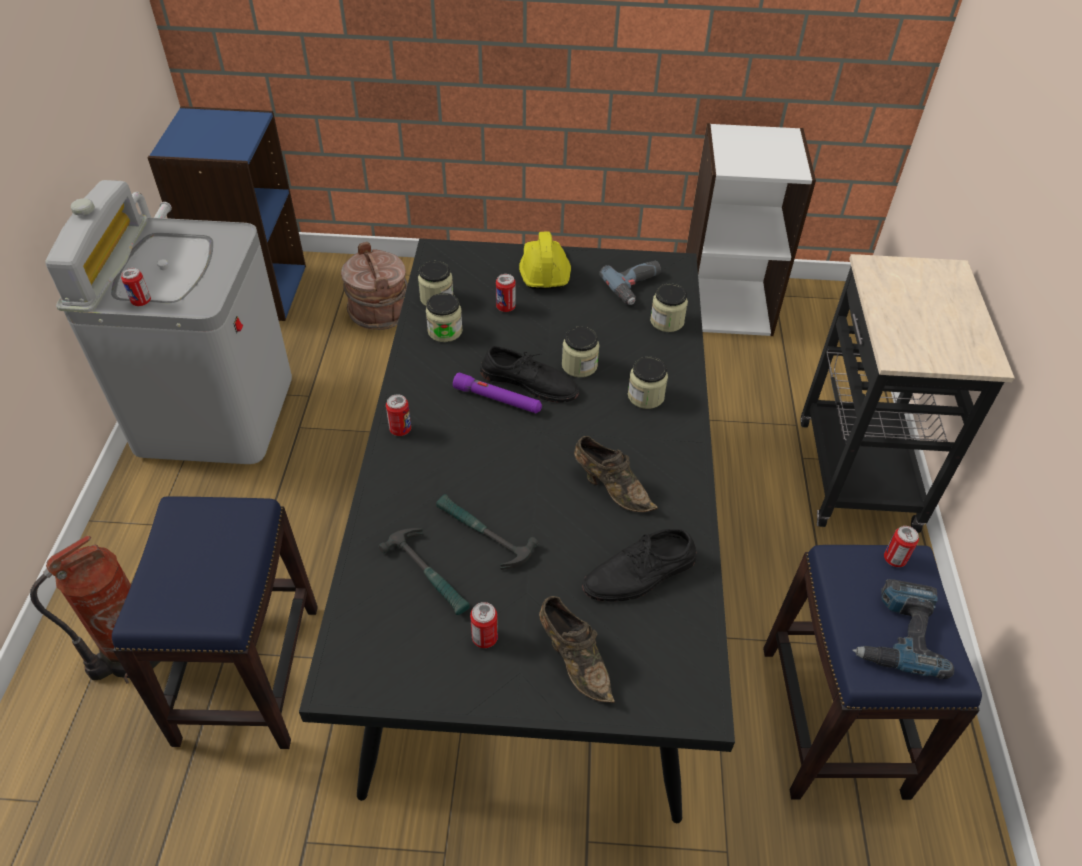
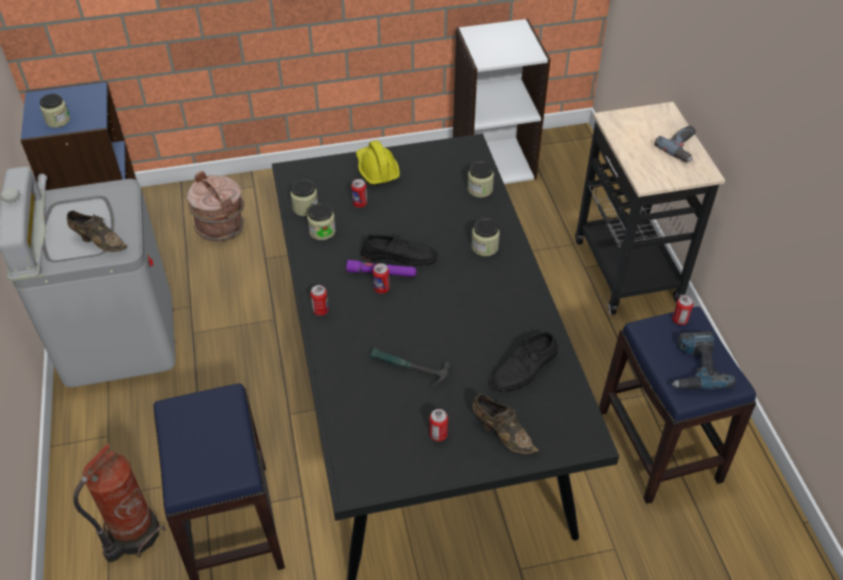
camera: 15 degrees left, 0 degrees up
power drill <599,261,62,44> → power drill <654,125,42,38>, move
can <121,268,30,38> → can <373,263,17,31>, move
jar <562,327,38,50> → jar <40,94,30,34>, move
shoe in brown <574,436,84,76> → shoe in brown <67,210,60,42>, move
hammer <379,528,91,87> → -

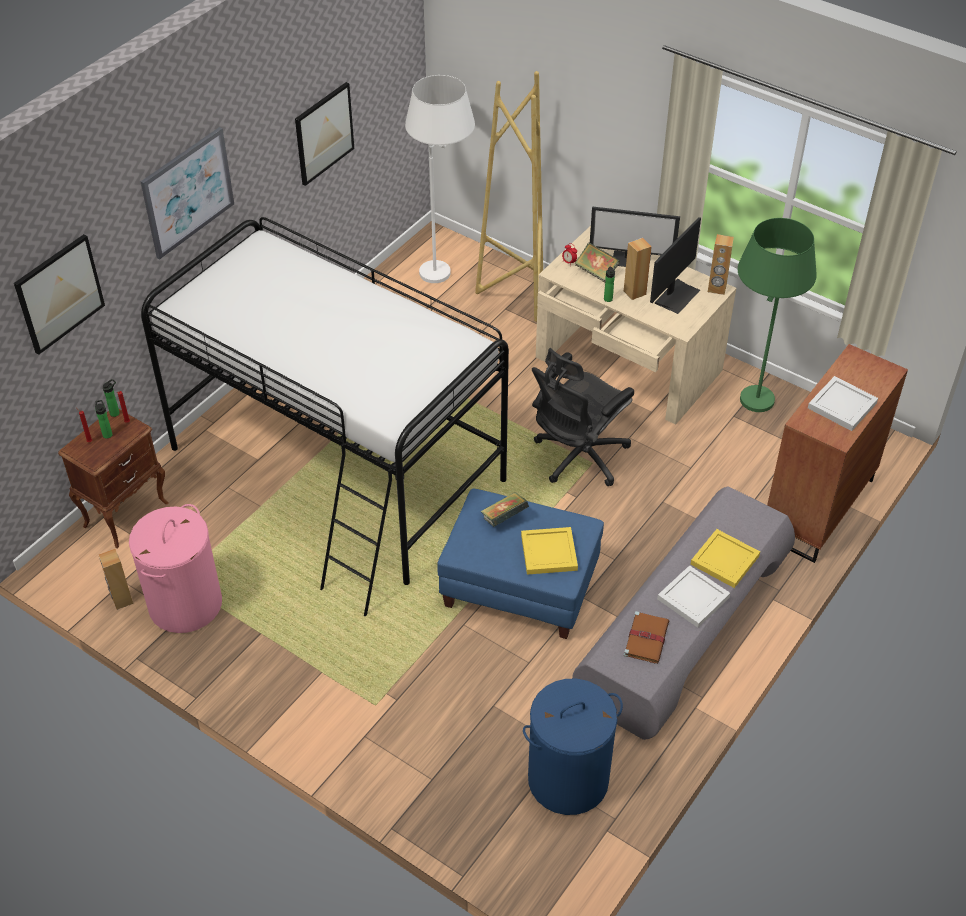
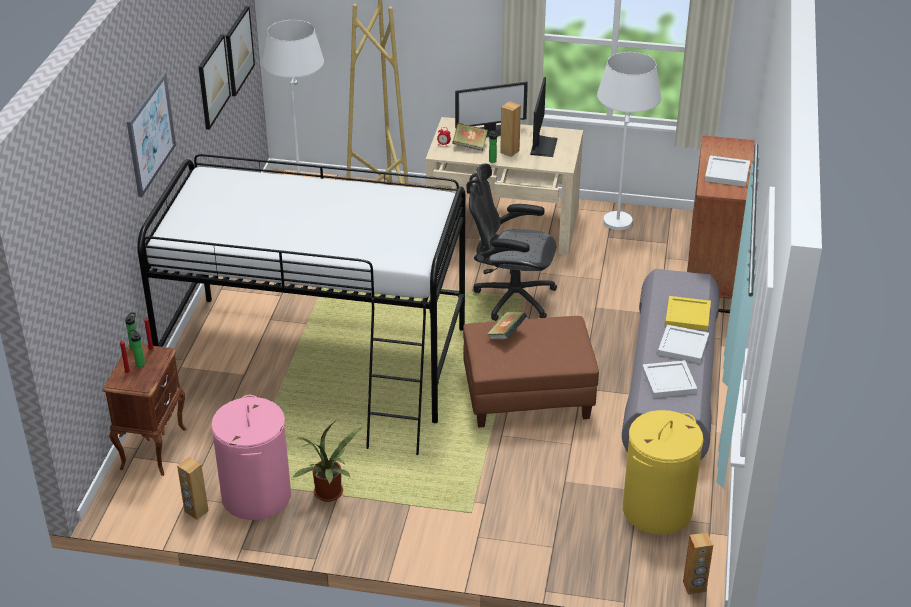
camera: 25 degrees left, 10 degrees down
floor lamp in green <738,218,79,194> → floor lamp in white <597,52,64,178>
picture <14,234,91,121> → picture <226,6,29,90>, move
speaker in brown <708,234,26,61> → speaker in brown <683,533,30,62>, move
office chair <532,348,102,138> → office chair <466,163,91,158>, 90 degrees clockwise
ottoman in blue <437,489,167,150> → ottoman in brown <463,316,136,112>
tray in yellow <521,527,57,48> → -
book in brown <623,611,46,53> → tray in white <642,360,55,38>
laundry basket in blue <523,679,100,136> → laundry basket in yellow <623,410,80,125>
- → potted plant <292,421,71,81>

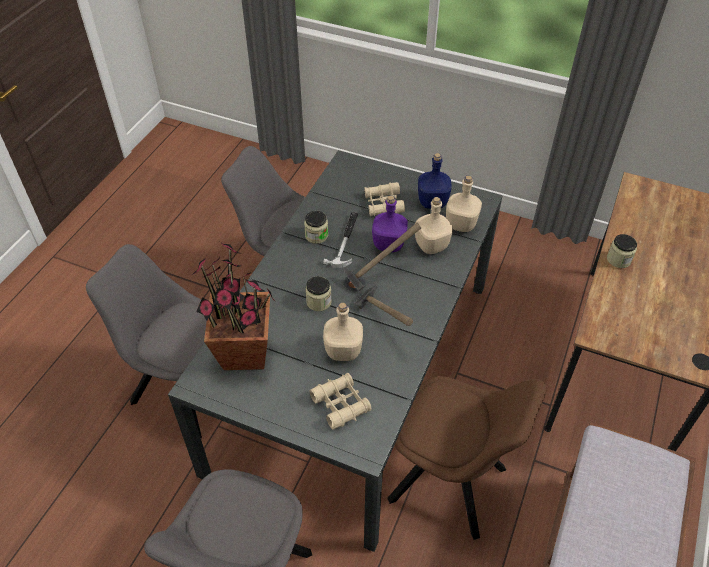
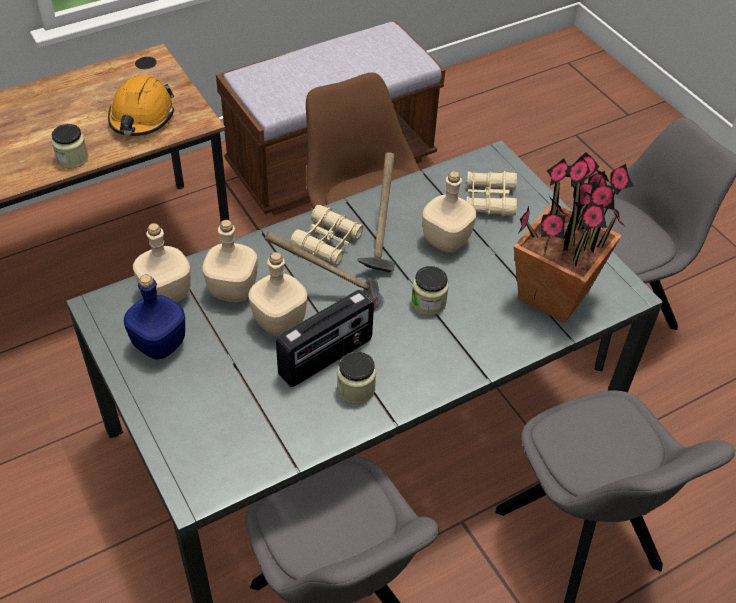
camera: 145 degrees left, 0 degrees up
binoculars in beige <364,182,41,34> → binoculars in beige <290,205,73,61>, move
bottle in purple <372,195,36,57> → bottle in beige <249,252,58,84>
hammer <323,212,35,56> → radio <276,290,98,97>
- → hard hat in orange <108,75,66,61>

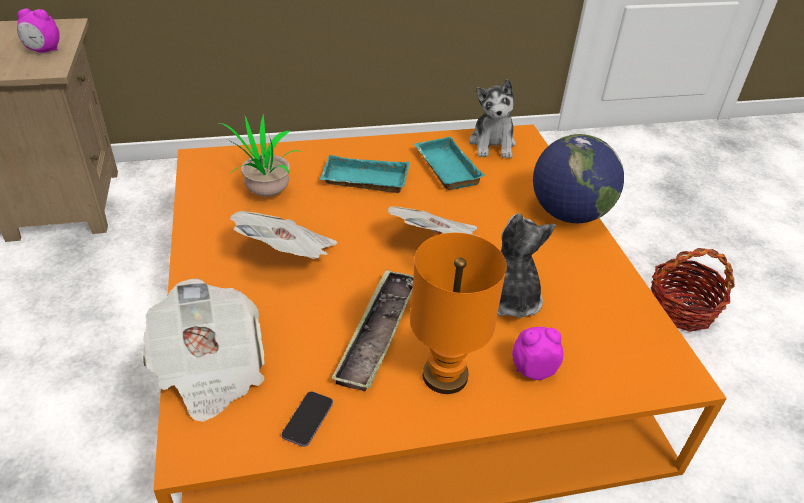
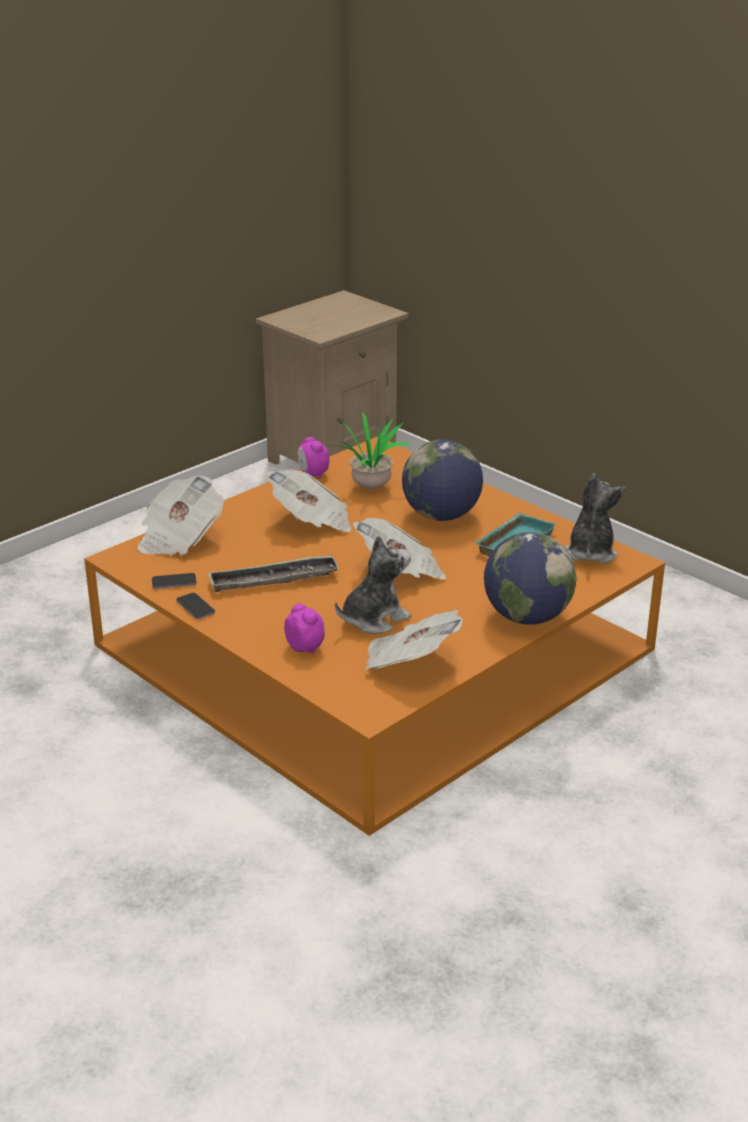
camera: 60 degrees right, 10 degrees down
alarm clock <17,9,43,44> → alarm clock <298,437,31,41>, move
plush toy <469,79,47,80> → plush toy <565,473,60,91>, 135 degrees clockwise
tray in turquoise <320,155,90,38> → globe <402,439,81,82>
table lamp in orange <410,233,97,161> → -
basket <651,248,84,84> → -
- → phone <177,593,38,26>
- → newspaper <365,610,98,60>

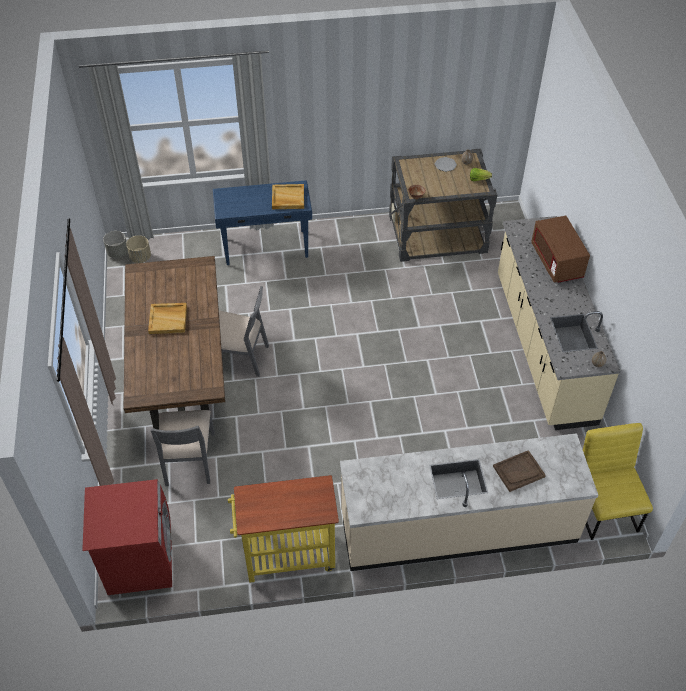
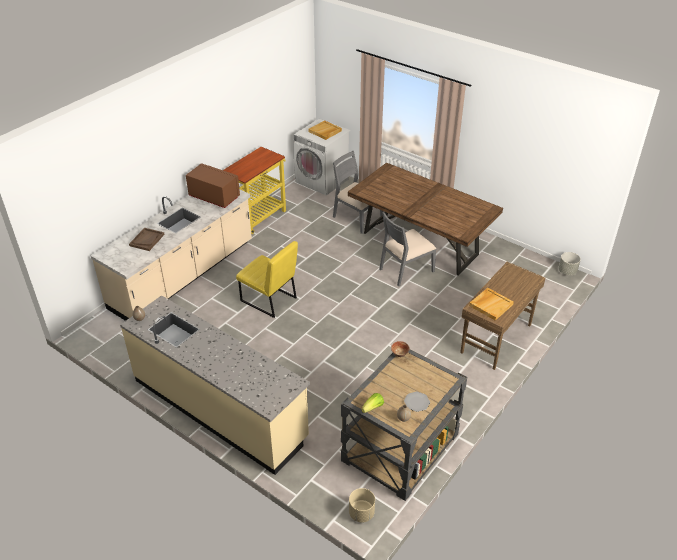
camera: 135 degrees right, 10 degrees down
console table in blue <213,180,99,85> → console table in brown <460,262,85,108>
microwave in brown <531,216,59,67> → microwave in brown <186,163,54,45>, move
planter in beige <126,235,25,28> → planter in beige <349,488,26,34>, move
tray in beige <148,303,39,31> → tray in beige <308,120,34,20>, move
chair in yellow <583,423,70,117> → chair in yellow <236,241,62,77>, move
washing machine in red <82,479,90,116> → washing machine in white <294,118,57,77>

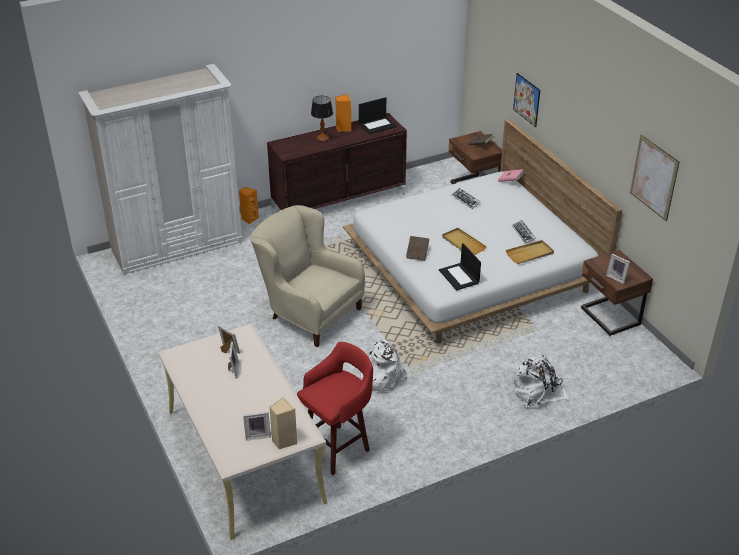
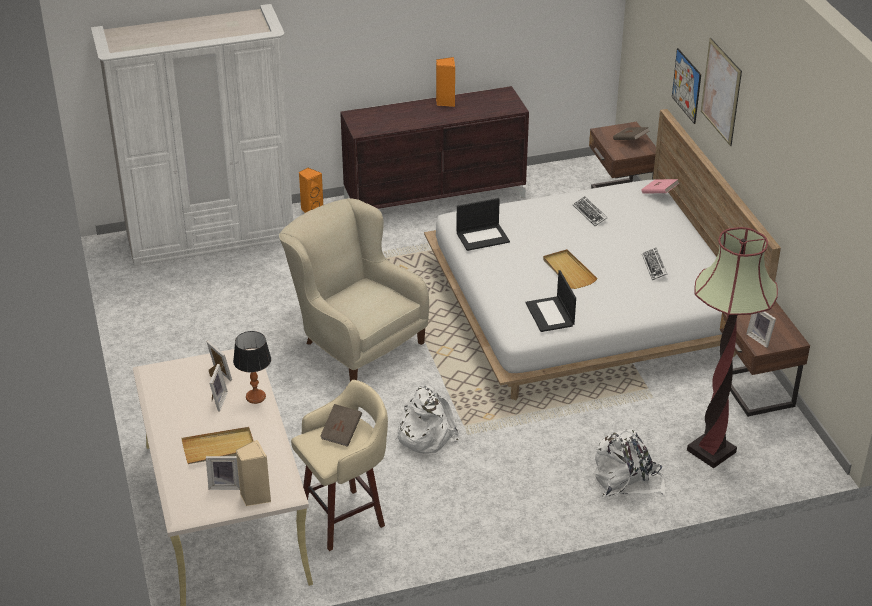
camera: 10 degrees right, 0 degrees up
table lamp <311,96,22,45> → table lamp <233,331,38,73>, move
laptop <359,97,38,37> → laptop <456,198,54,53>, move
picture <630,135,49,86> → picture <701,38,41,108>, move
book in brown <406,236,23,25> → book in brown <320,404,42,43>, move
tray in beige <506,240,48,24> → tray in beige <181,427,73,37>, move
stool in red <297,342,76,133> → stool in beige <291,380,97,171>
- → floor lamp <687,227,91,241>

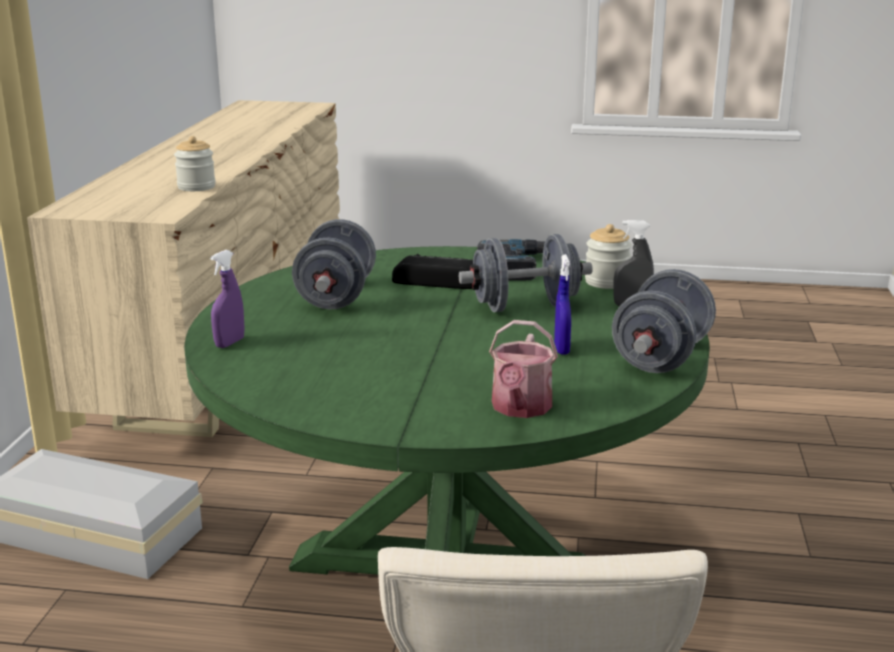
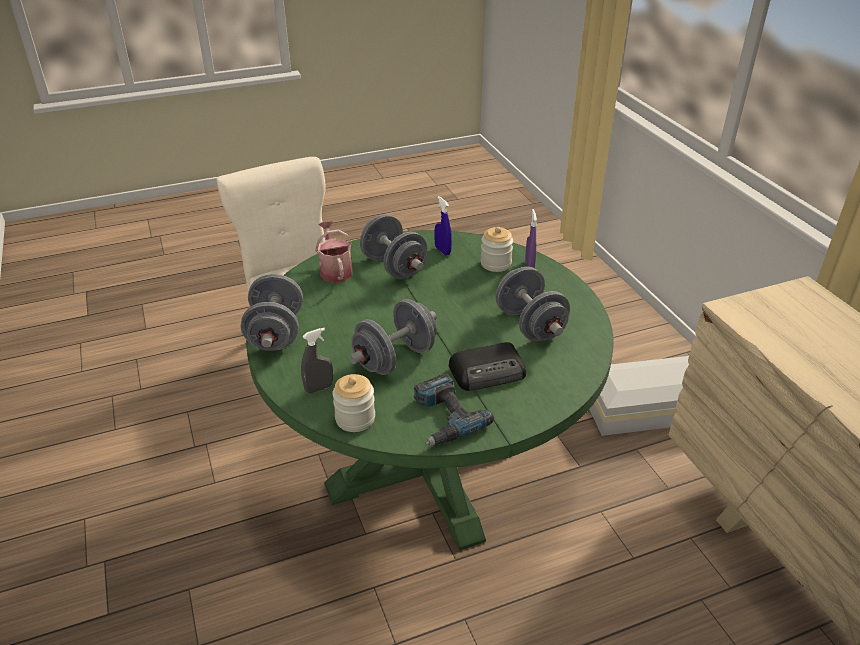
camera: 150 degrees right, 15 degrees up
jar <174,136,42,55> → jar <481,227,32,45>, move
spray bottle in blue <554,254,17,100> → spray bottle in blue <434,196,18,60>, move
- → dumbbell in grey <360,214,67,65>

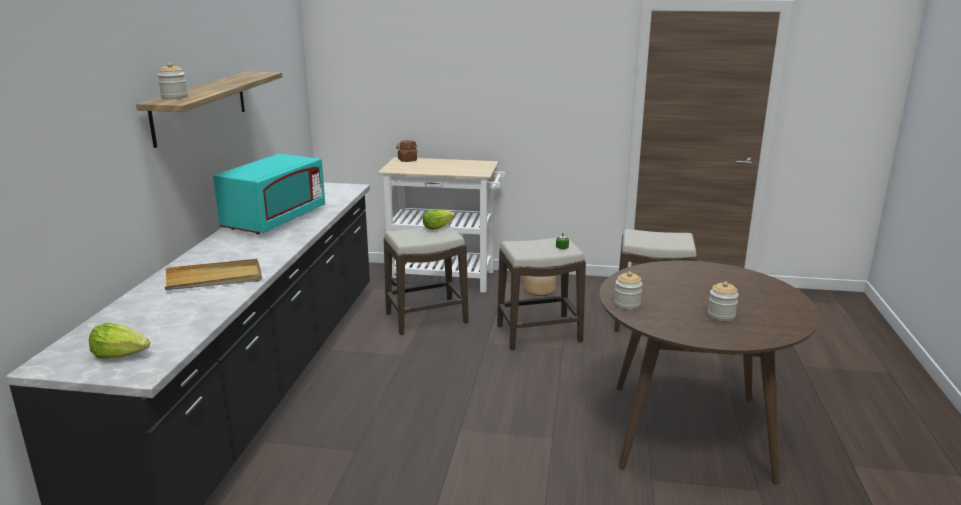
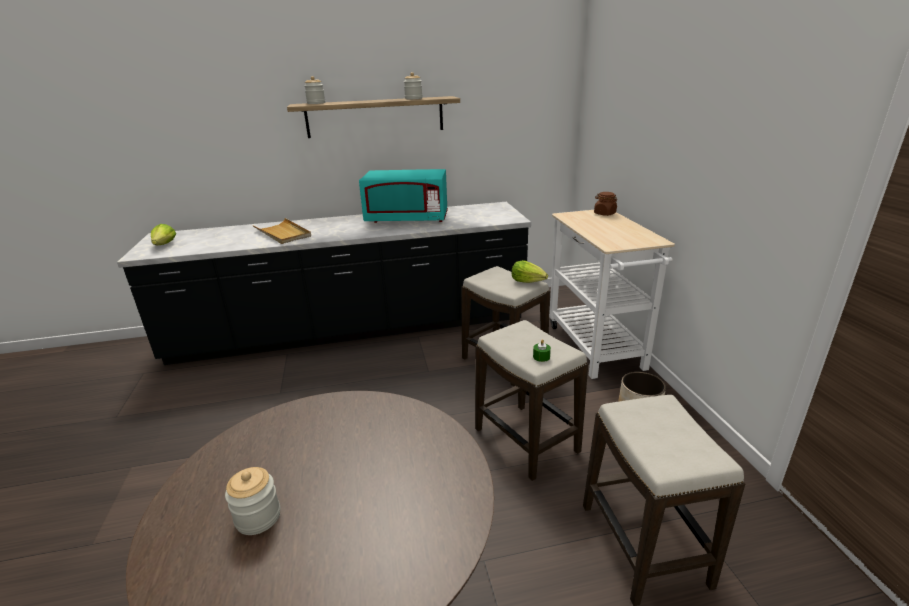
camera: 70 degrees right, 5 degrees up
jar <614,271,29,39> → jar <404,72,19,27>, move

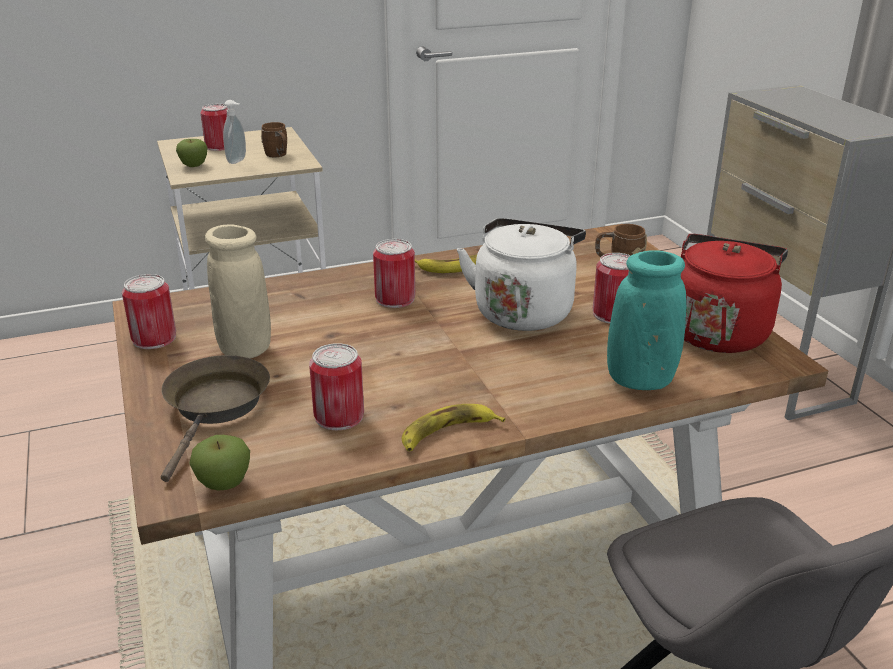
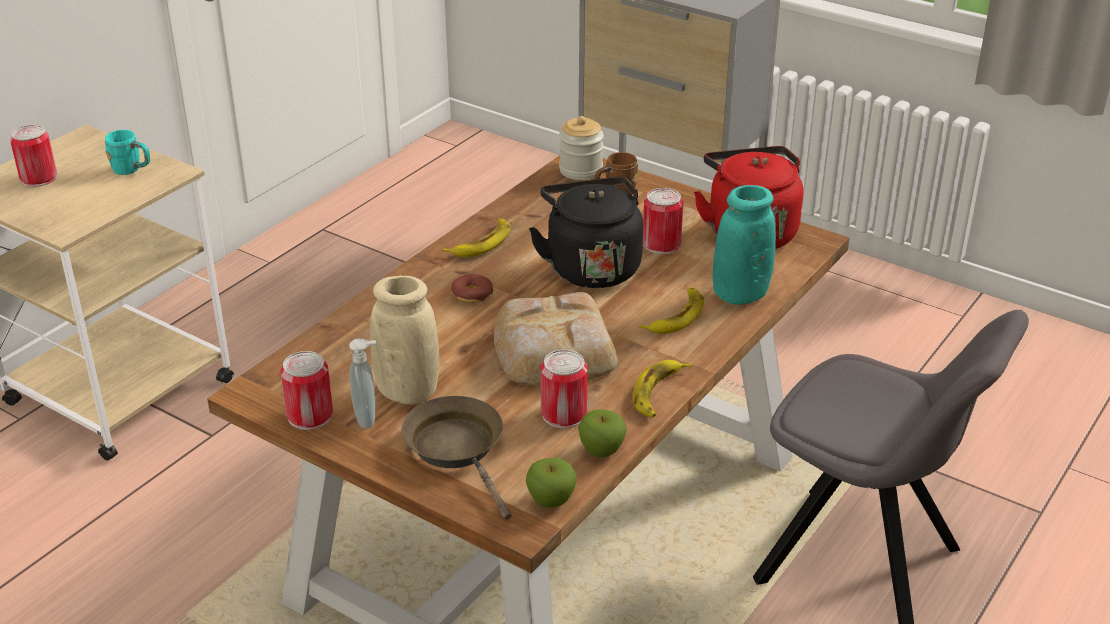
camera: 35 degrees left, 5 degrees up
soap dispenser <223,100,23,64> → soap dispenser <349,339,27,90>, move
mug in brown <261,122,26,35> → mug in turquoise <105,130,45,45>
apple <176,139,31,28> → apple <578,409,49,48>, move
kettle in white <457,218,129,113> → kettle in black <529,177,114,111>
can <373,239,42,69> → donut <451,274,42,29>
- → jar <559,116,45,64>
- → banana <639,287,65,47>
- → bread <494,292,124,93>

